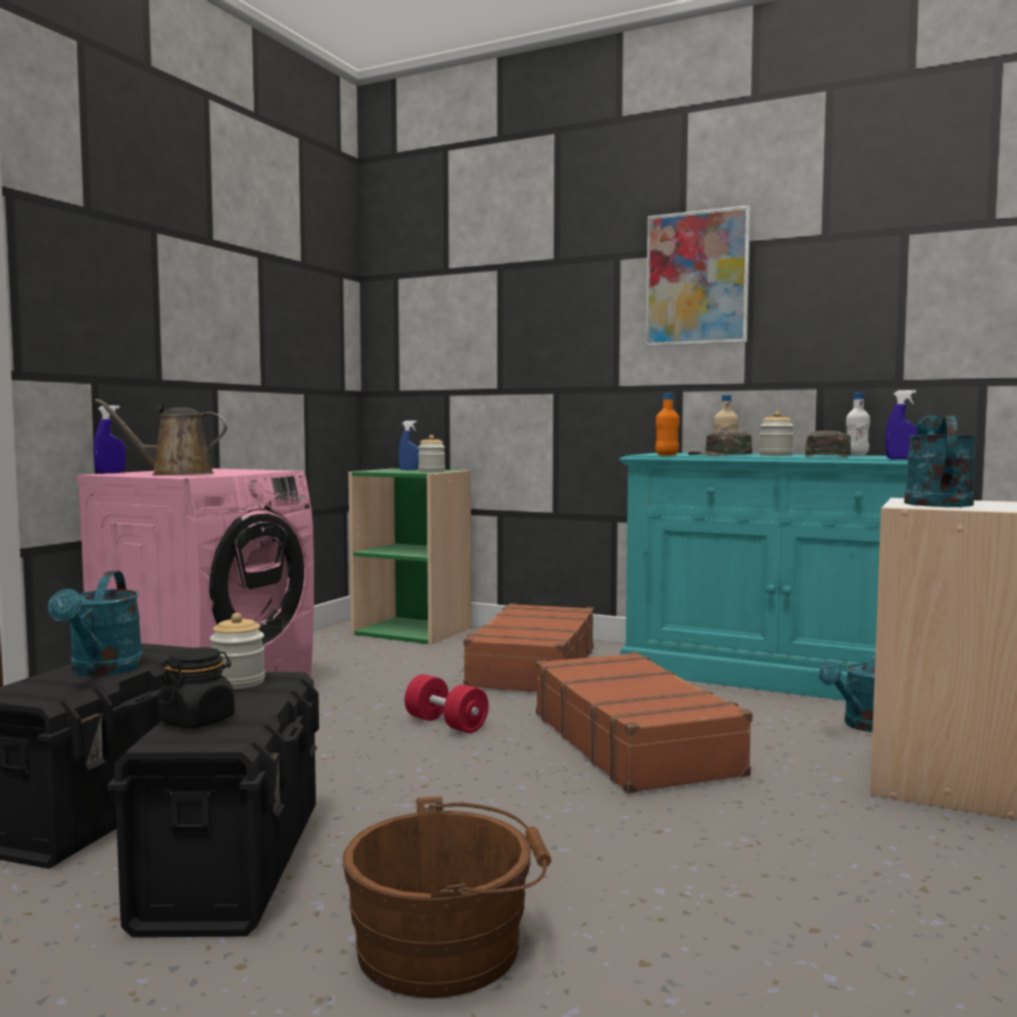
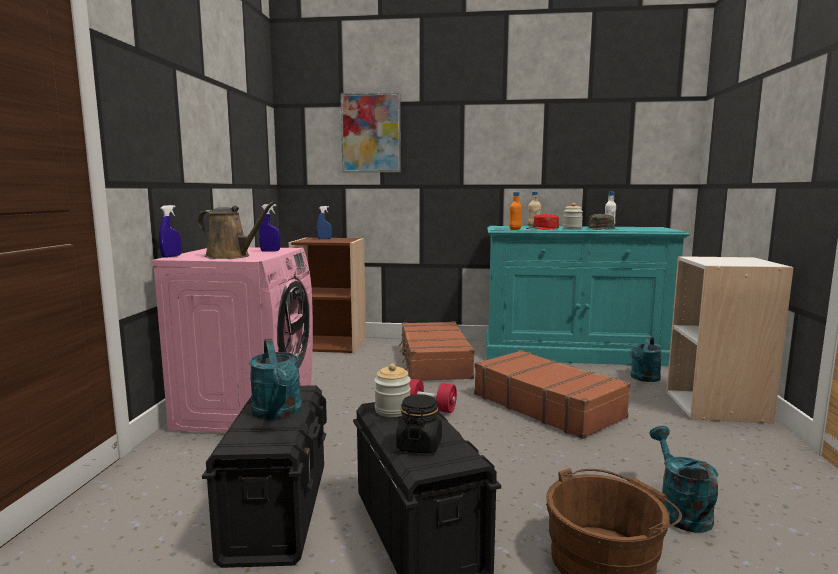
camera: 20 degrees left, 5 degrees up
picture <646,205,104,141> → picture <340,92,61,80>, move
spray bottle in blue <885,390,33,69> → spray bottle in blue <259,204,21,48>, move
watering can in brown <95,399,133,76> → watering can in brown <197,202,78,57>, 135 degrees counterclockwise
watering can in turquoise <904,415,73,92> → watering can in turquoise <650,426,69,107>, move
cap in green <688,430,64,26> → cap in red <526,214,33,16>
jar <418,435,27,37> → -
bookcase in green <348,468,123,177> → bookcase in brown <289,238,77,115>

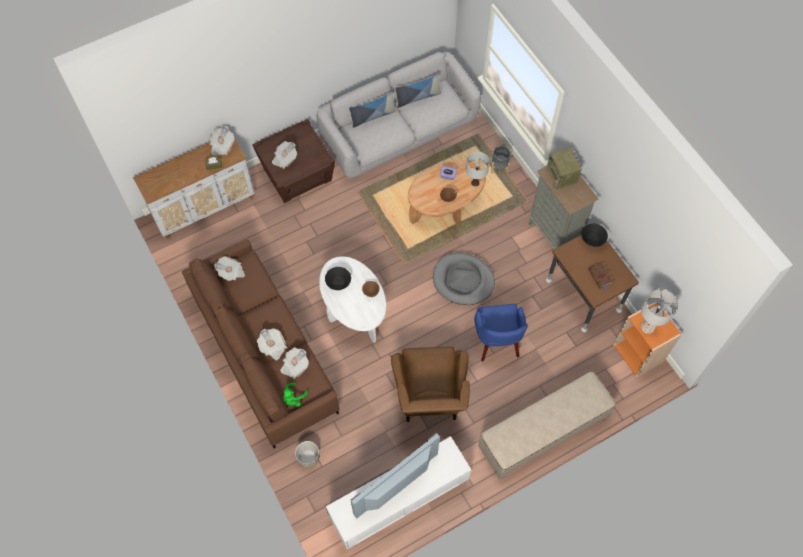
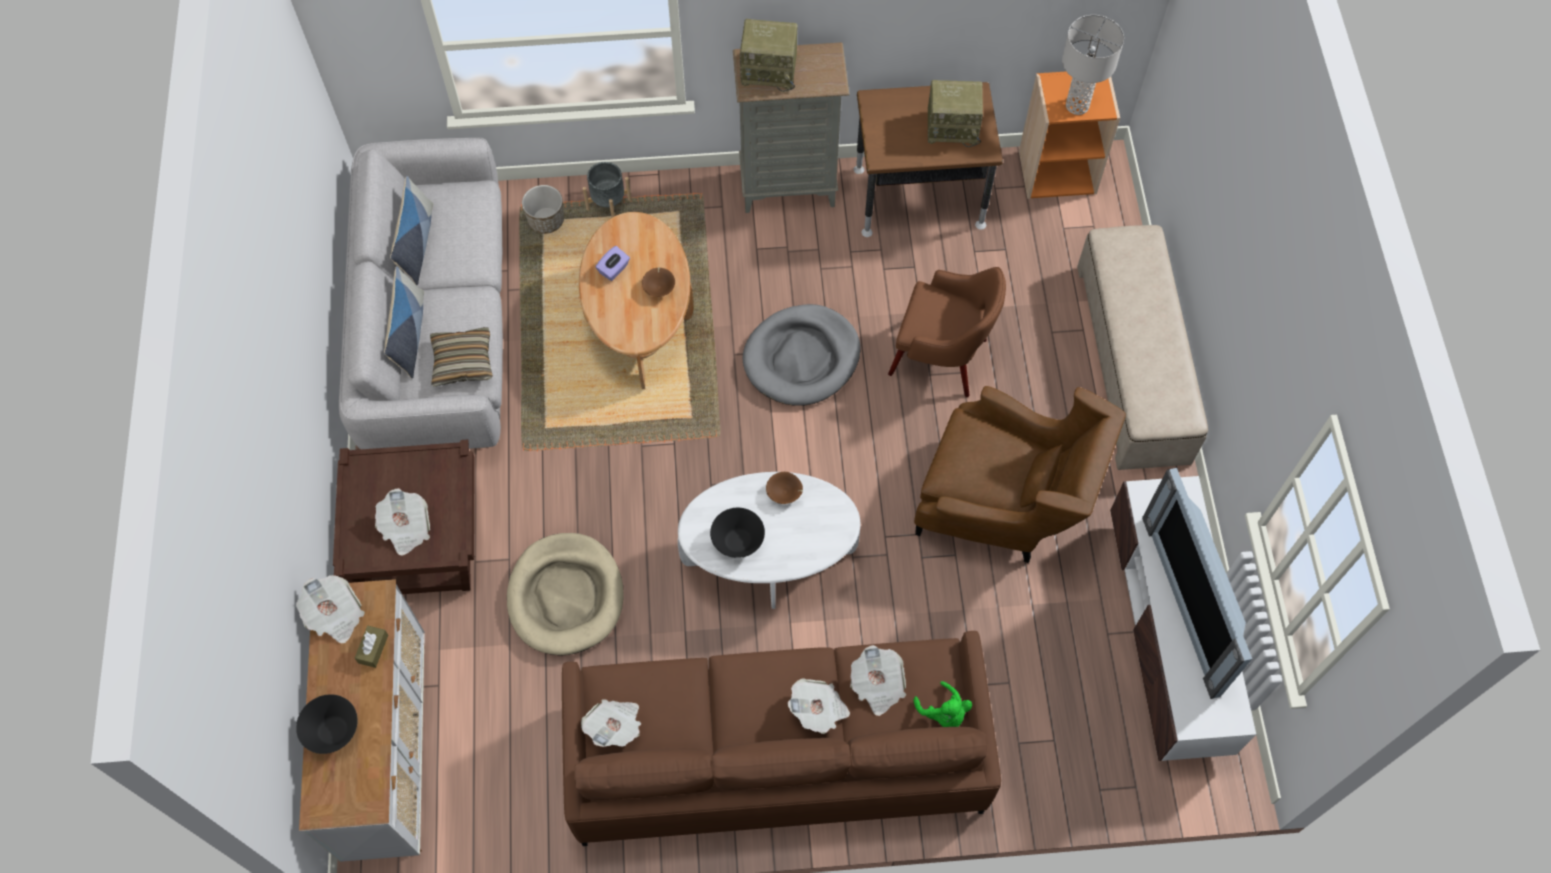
camera: 65 degrees left, 0 degrees up
table lamp in white <466,152,24,35> → -
bowl in black <581,224,27,23> → bowl in black <296,694,62,60>, move
book in brown <588,263,25,27> → radio <928,80,55,67>
armchair in blue <474,304,54,57> → armchair in brown <888,267,118,130>
planter <295,441,24,27> → planter <522,185,42,49>, move
- → pillow <430,327,63,60>
- → dog bed in beige <507,533,117,123>

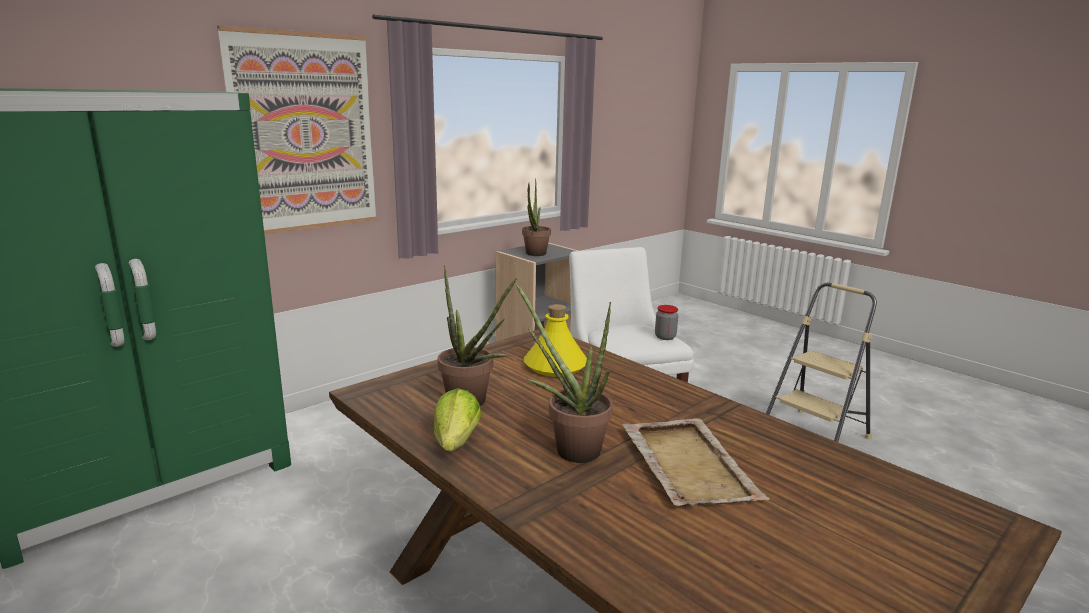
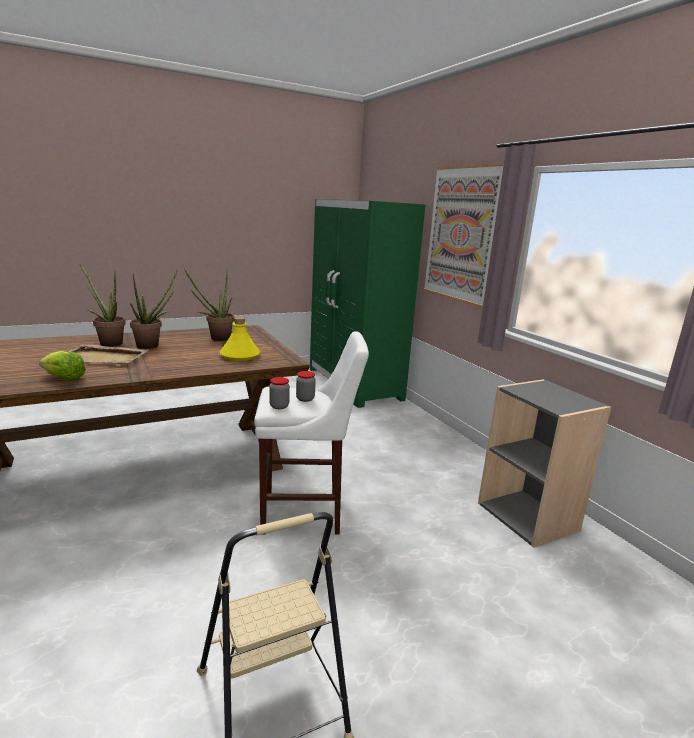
camera: 105 degrees right, 0 degrees up
potted plant <522,178,29,78> → potted plant <79,264,47,83>, move
lettuce <434,388,47,63> → lettuce <39,351,47,30>, move
- → jar <296,371,20,31>

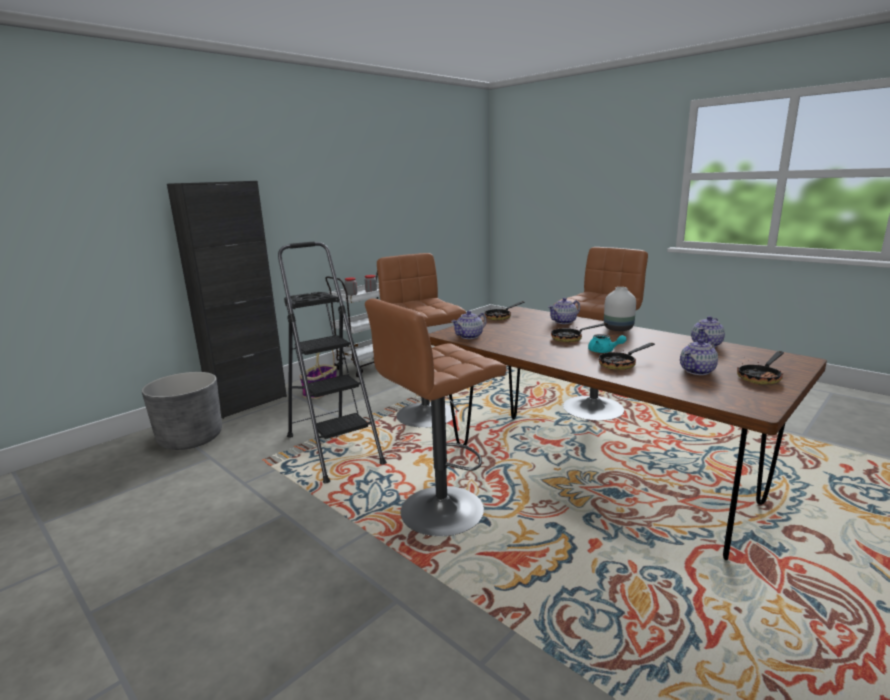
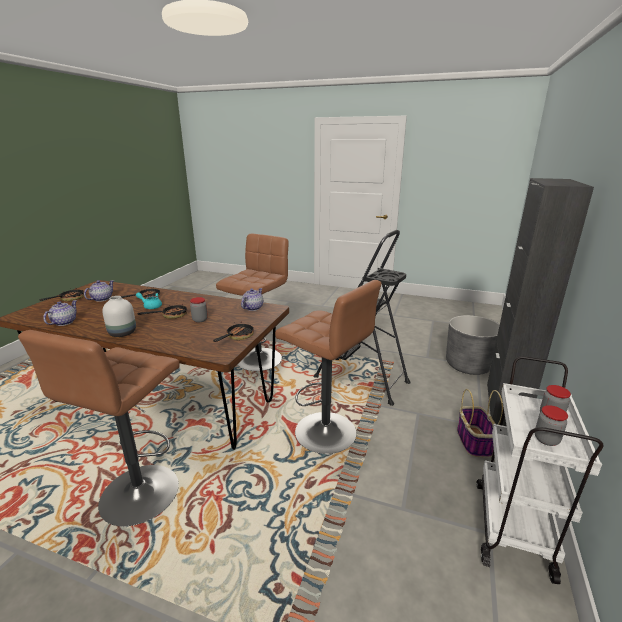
camera: 155 degrees right, 5 degrees up
teapot <548,298,32,26> → -
- → jar <190,297,18,26>

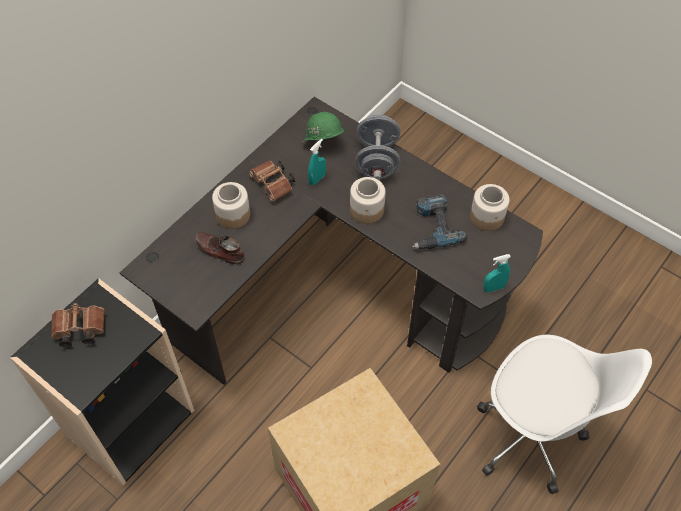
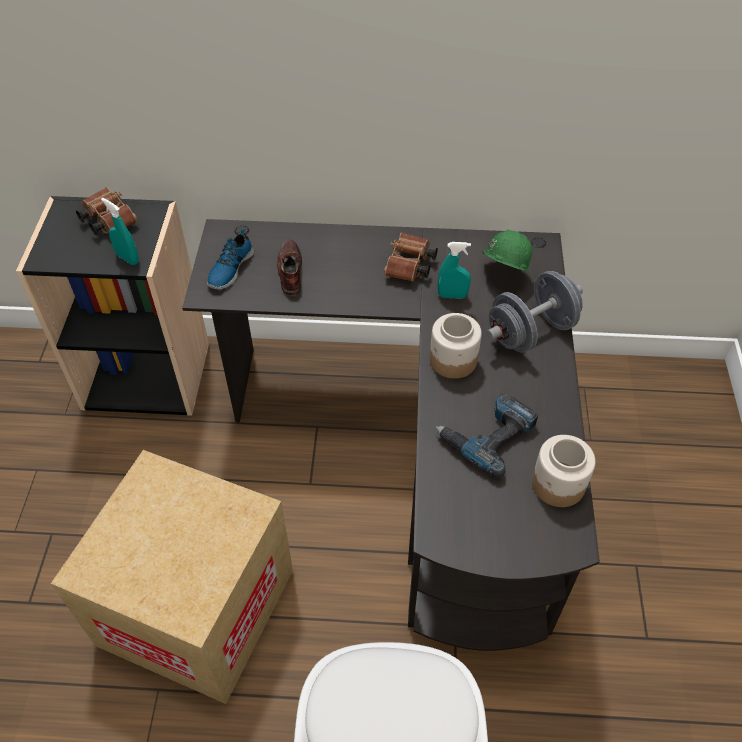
camera: 55 degrees right, 5 degrees down
jar <212,182,38,47> → -
spray bottle in turquoise <483,254,28,38> → spray bottle in turquoise <101,198,38,67>, move
- → shoe <207,228,47,61>

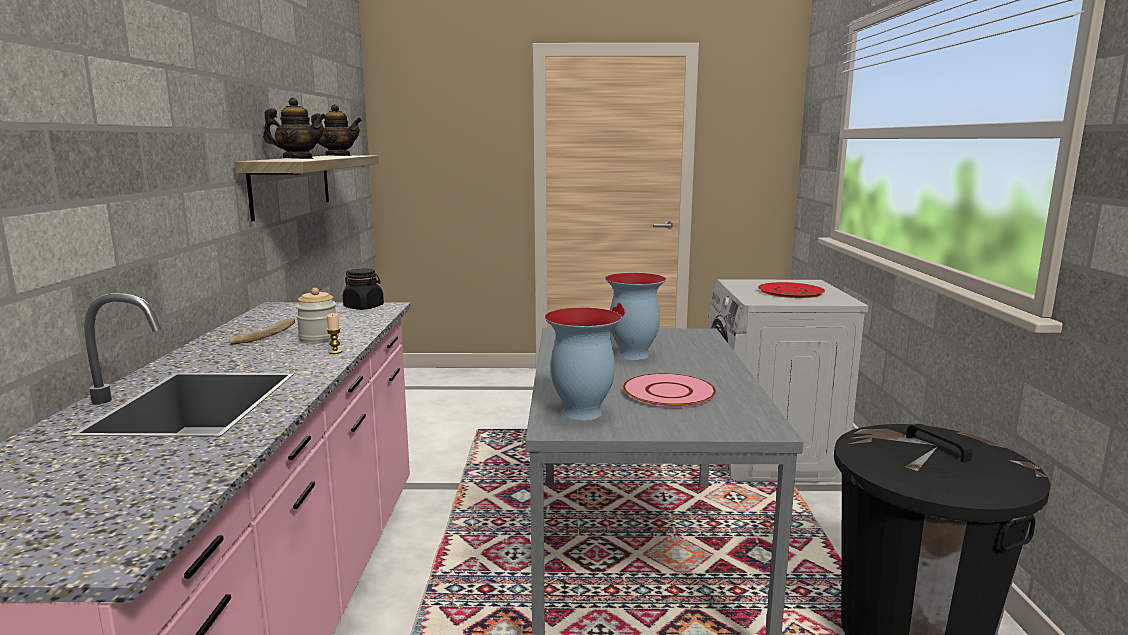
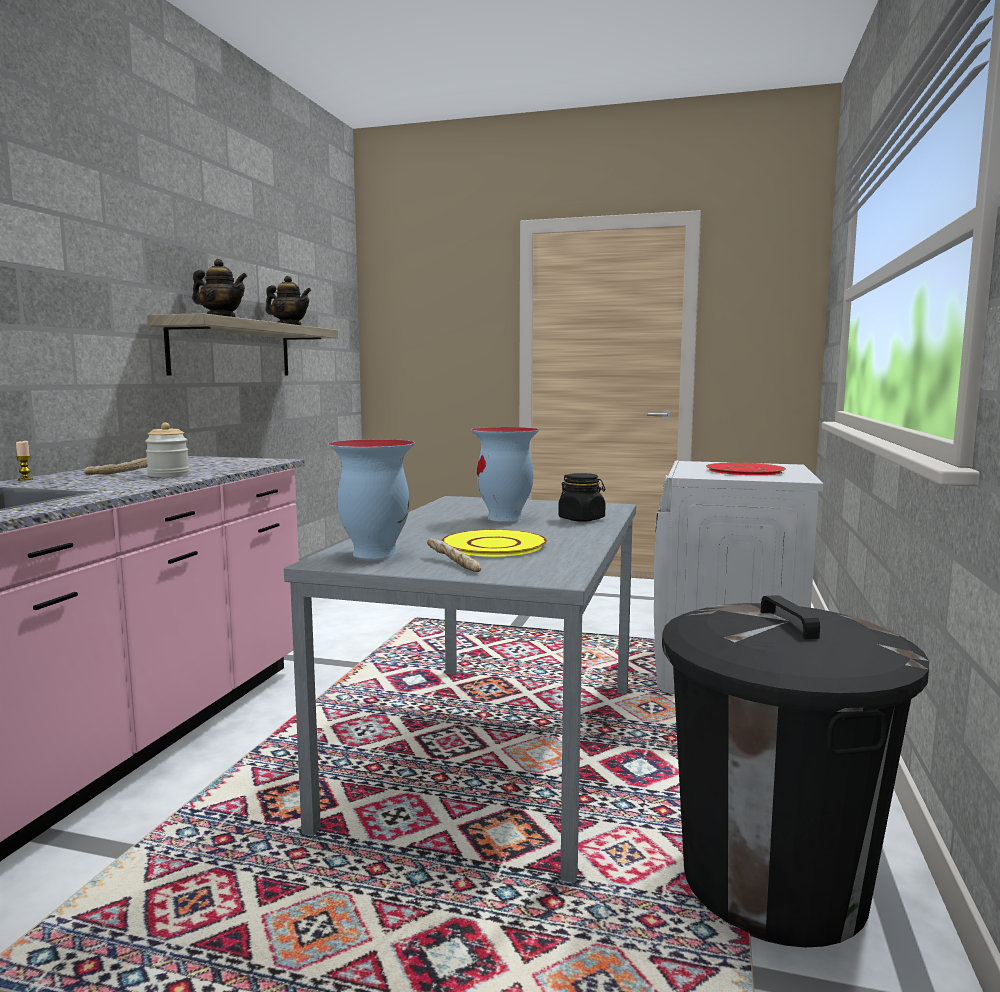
camera: 15 degrees right, 5 degrees down
jar in black <343,269,41,41> → jar in black <558,473,48,49>, move
candle <327,313,15,41> → candle <16,441,17,40>, move
plate in pink <623,373,93,35> → plate in yellow <441,529,106,28>
- → bread <427,538,54,34>

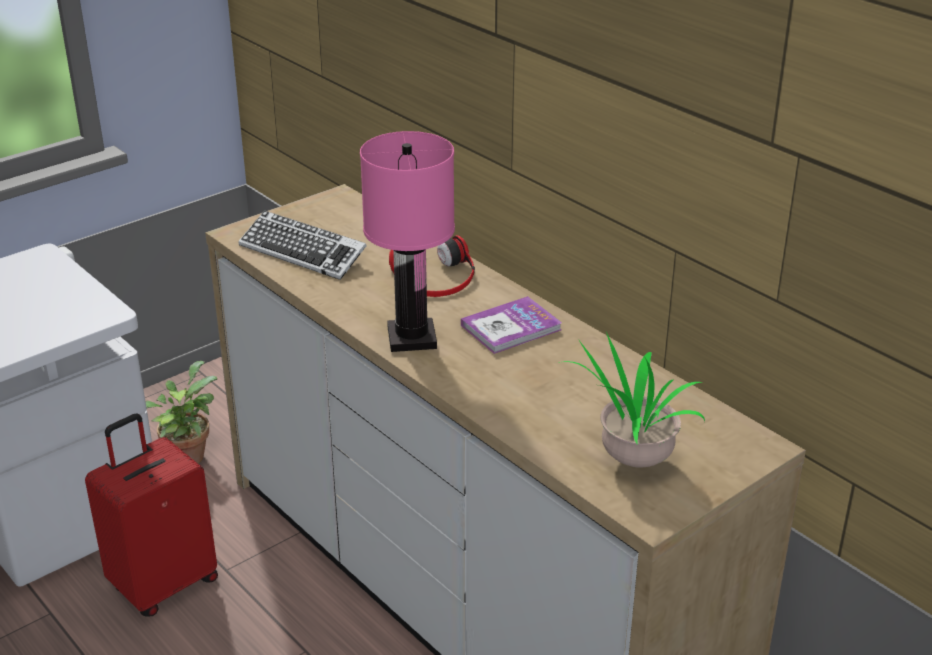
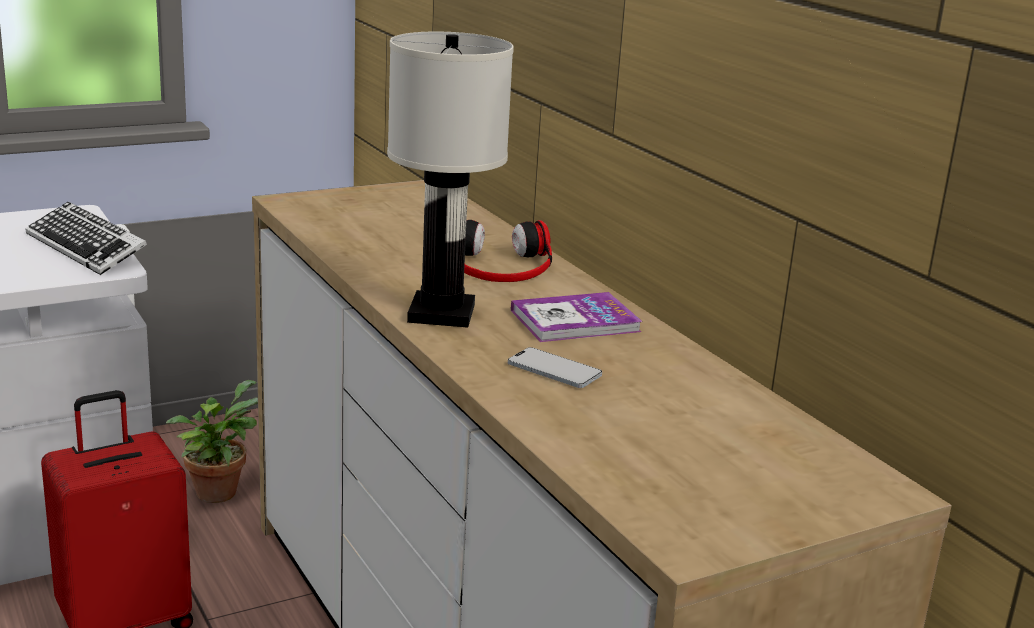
camera: 10 degrees right, 10 degrees down
table lamp in pink <360,131,95,221> → table lamp in white <387,32,127,296>
keyboard <238,210,129,70> → keyboard <26,202,121,73>, move
potted plant <559,332,146,135> → -
- → phone <508,347,94,41>

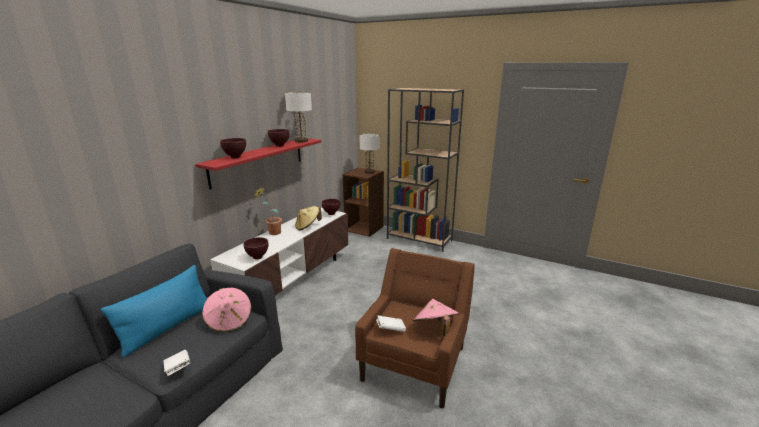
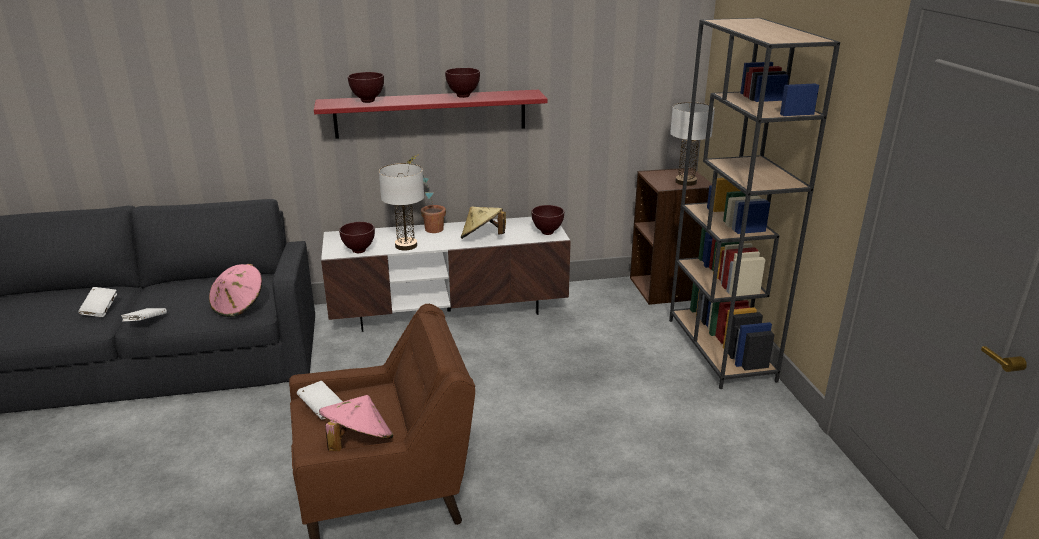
camera: 50 degrees right, 5 degrees up
table lamp <285,92,27,51> → table lamp <379,163,45,87>, move
pillow in blue <101,265,106,93> → -
- → book in white <78,287,39,30>

